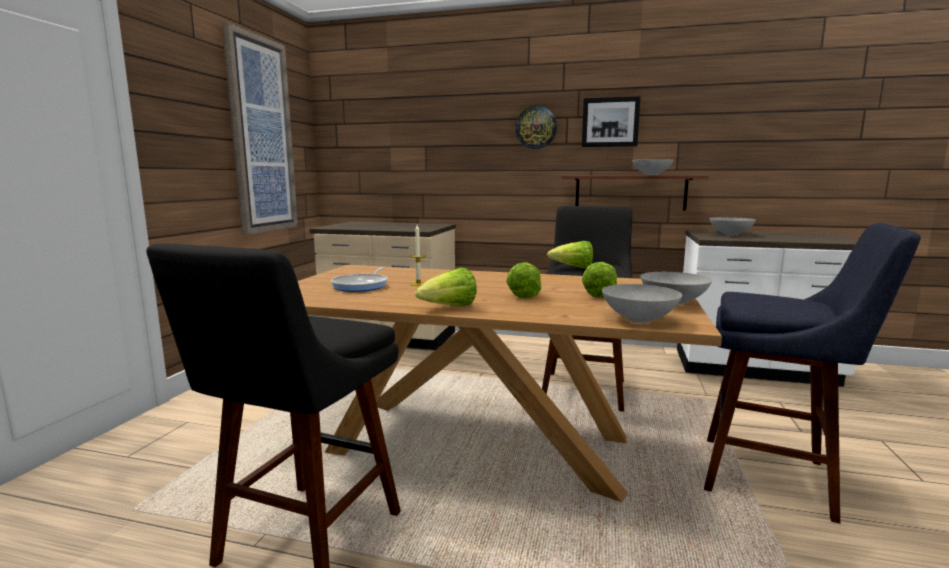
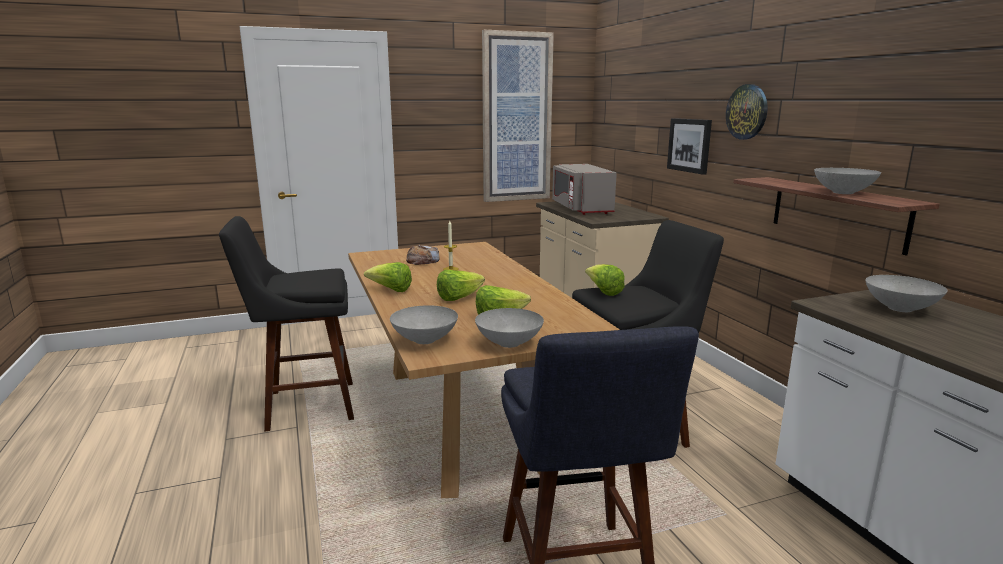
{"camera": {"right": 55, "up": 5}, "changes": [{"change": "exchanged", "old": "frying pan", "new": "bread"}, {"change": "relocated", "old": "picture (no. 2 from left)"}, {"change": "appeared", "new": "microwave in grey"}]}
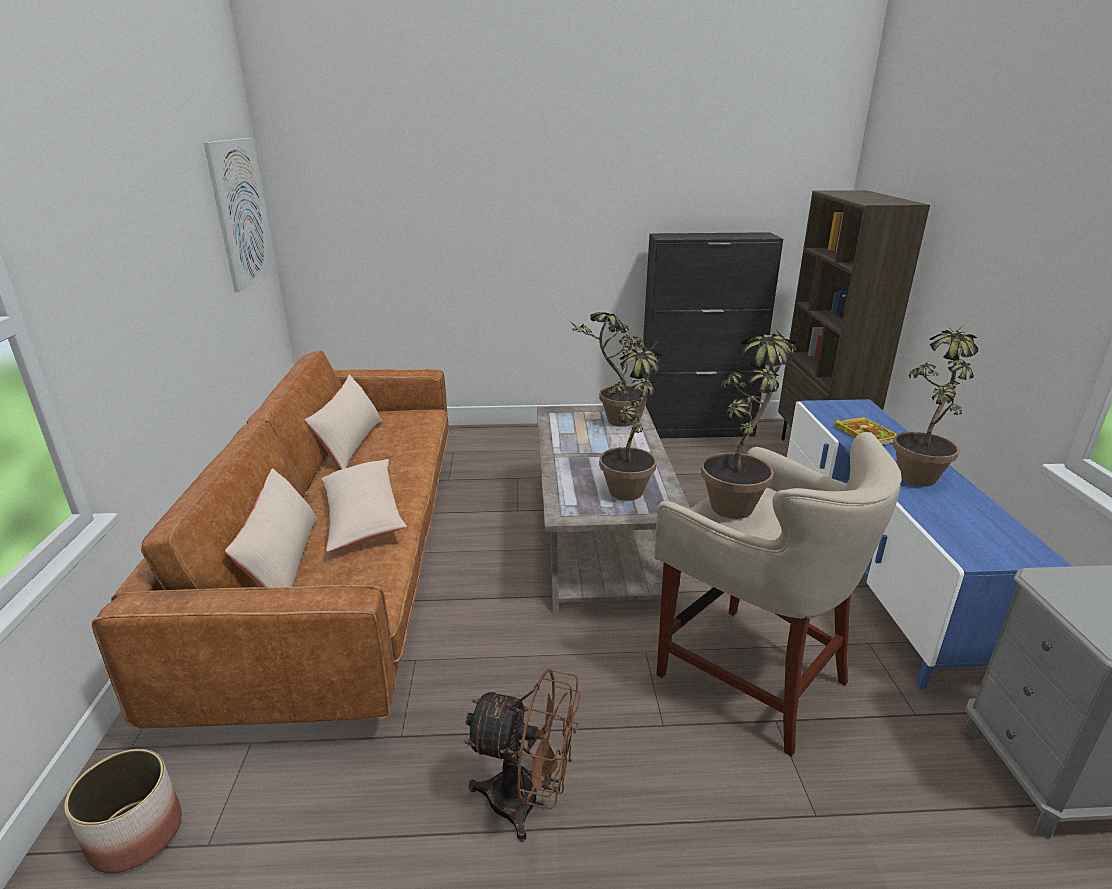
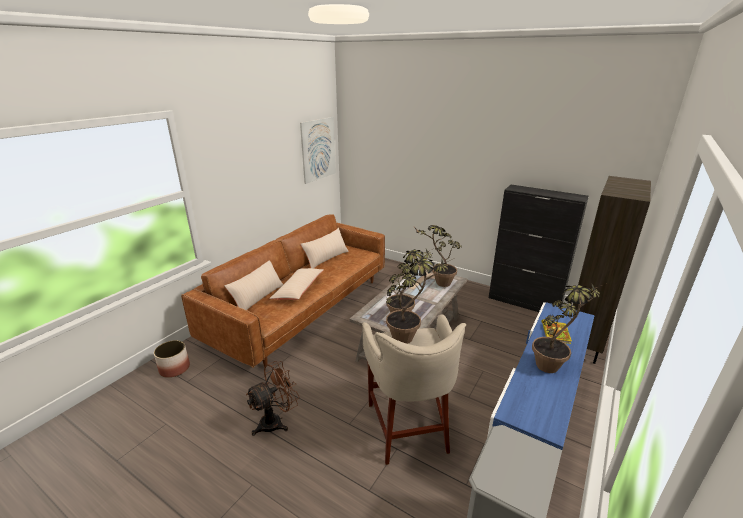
{"camera": {"right": 35, "up": 0}, "changes": [{"change": "spun", "old": "fan in brown", "degrees": -90}]}
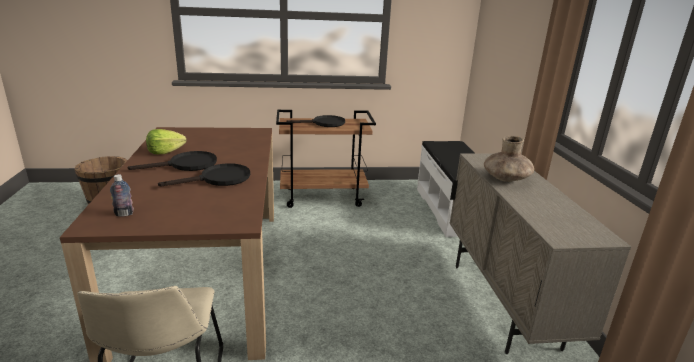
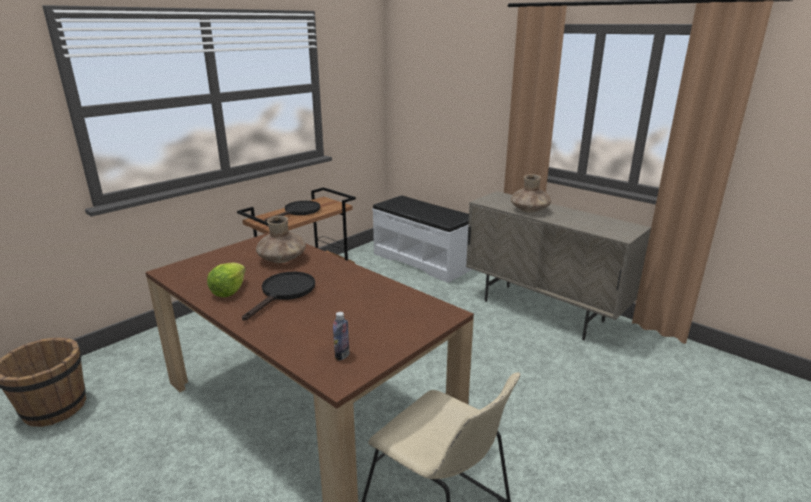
{"camera": {"right": -40, "up": 0}, "changes": [{"change": "missing", "old": "frying pan in black (no. 2 from left)"}, {"change": "appeared", "new": "vase in brown (no. 1 from left)"}]}
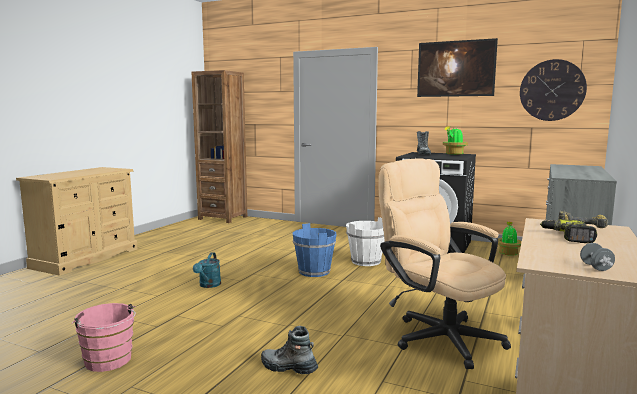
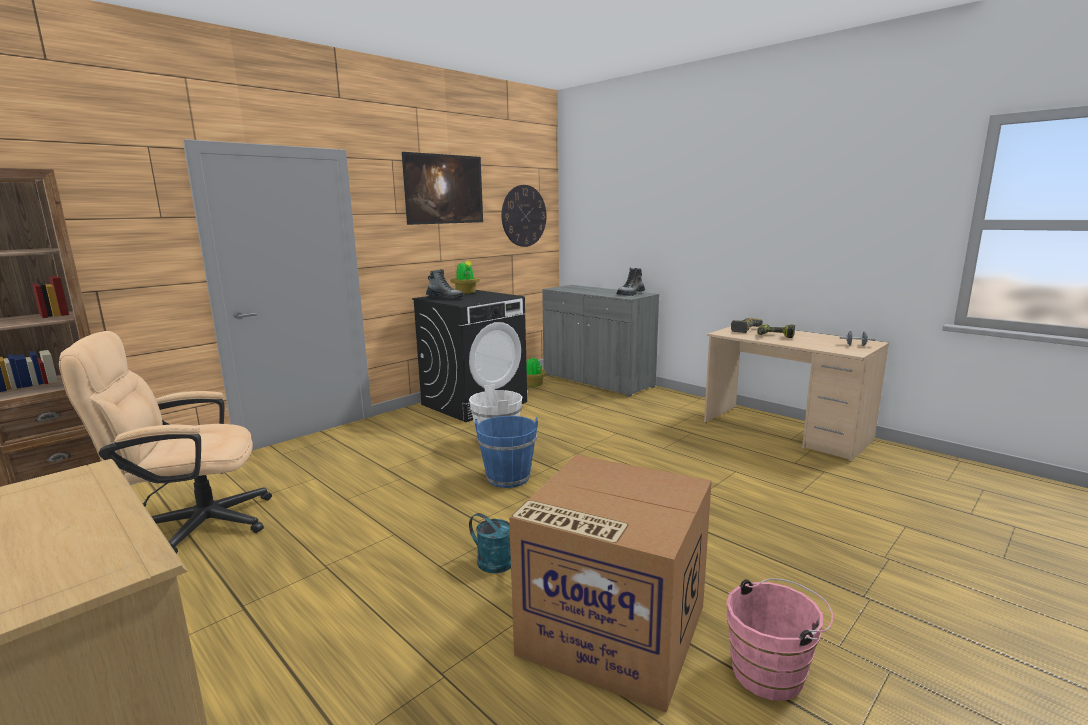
{"camera": {"right": -70, "up": 5}, "changes": [{"change": "relocated", "old": "boot (no. 1 from left in the first image)", "new": "boot (no. 2 from left)"}, {"change": "relocated", "old": "office chair in beige"}, {"change": "appeared", "new": "cardboard box"}]}
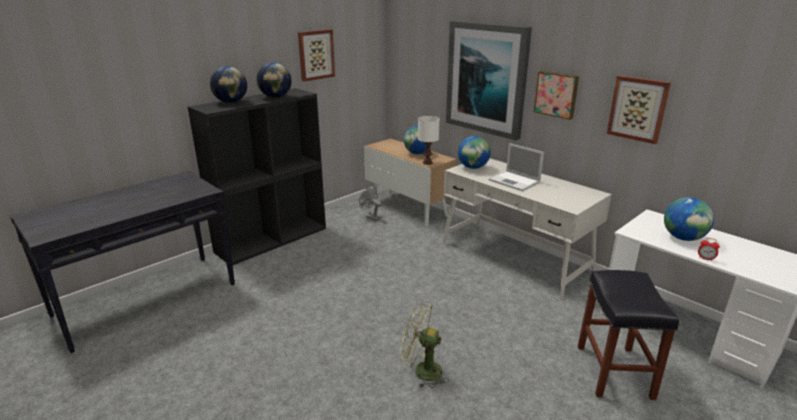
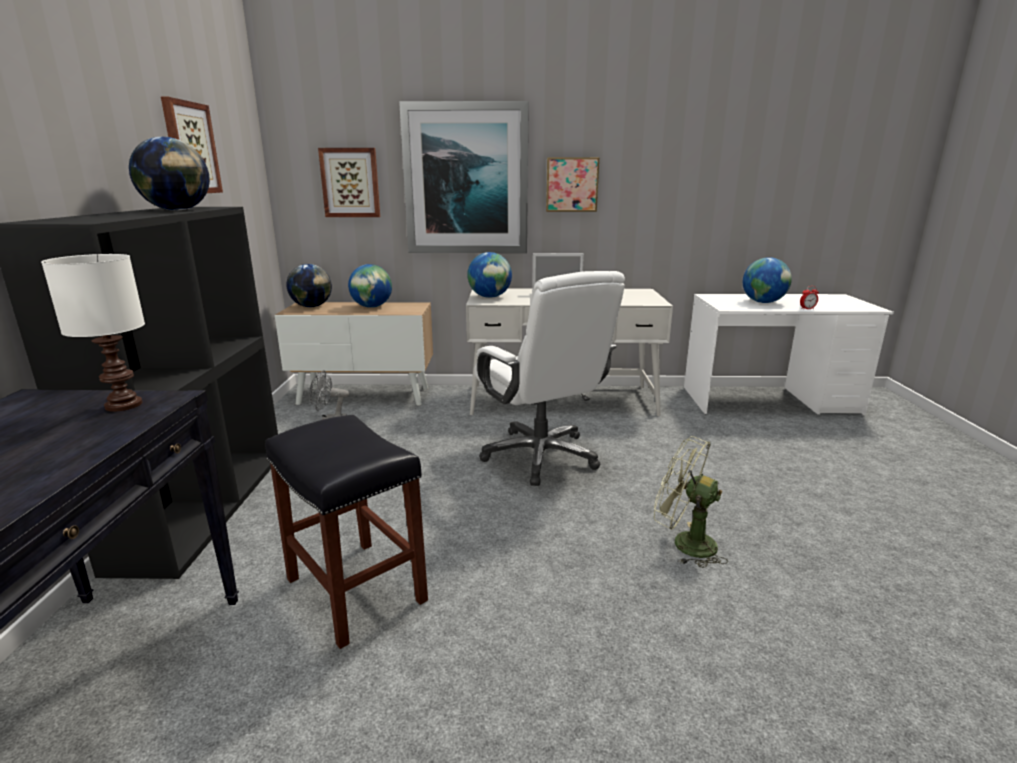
{"camera": {"right": -45, "up": -5}, "changes": [{"change": "relocated", "old": "globe (no. 1 from left in the first image)", "new": "globe (no. 2 from left)"}, {"change": "spun", "old": "fan in green", "degrees": 60}, {"change": "relocated", "old": "table lamp in white"}, {"change": "relocated", "old": "stool in black"}, {"change": "relocated", "old": "picture (no. 4 from left in the first image)", "new": "picture (no. 2 from left)"}, {"change": "appeared", "new": "office chair in white"}]}
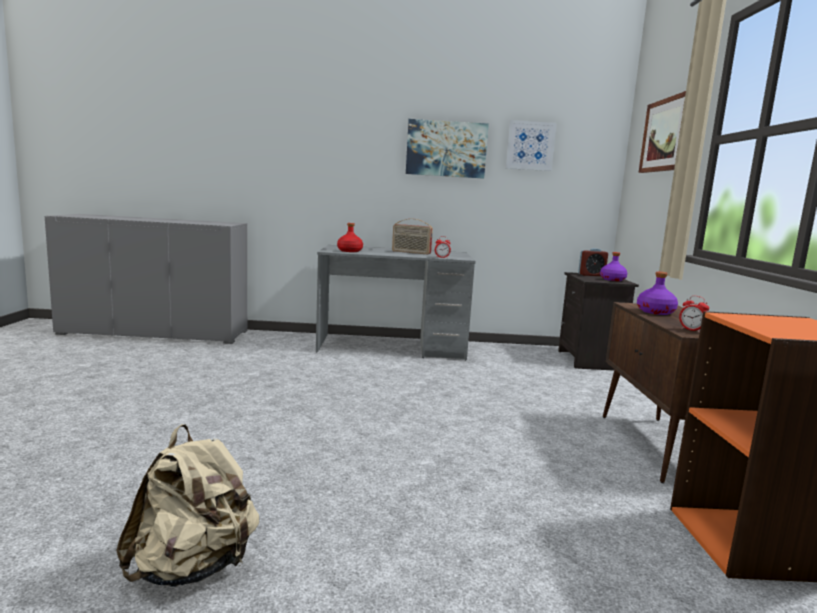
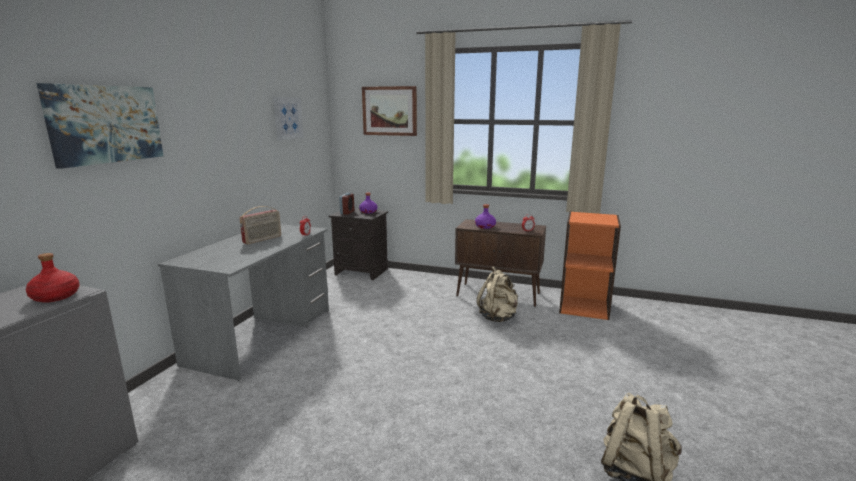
{"camera": {"right": -70, "up": 5}, "changes": [{"change": "relocated", "old": "bottle in red"}, {"change": "relocated", "old": "picture (no. 1 from left)"}, {"change": "appeared", "new": "backpack in beige (no. 1 from left)"}]}
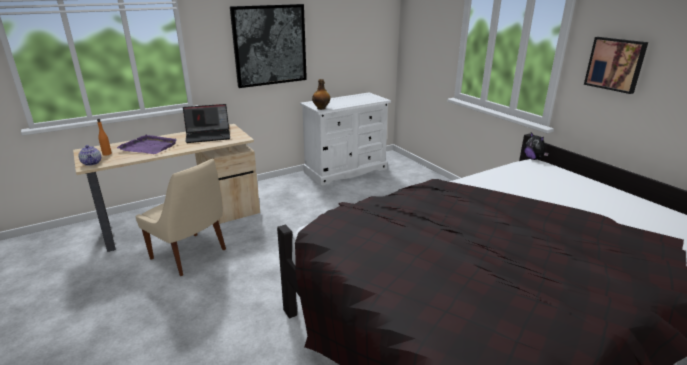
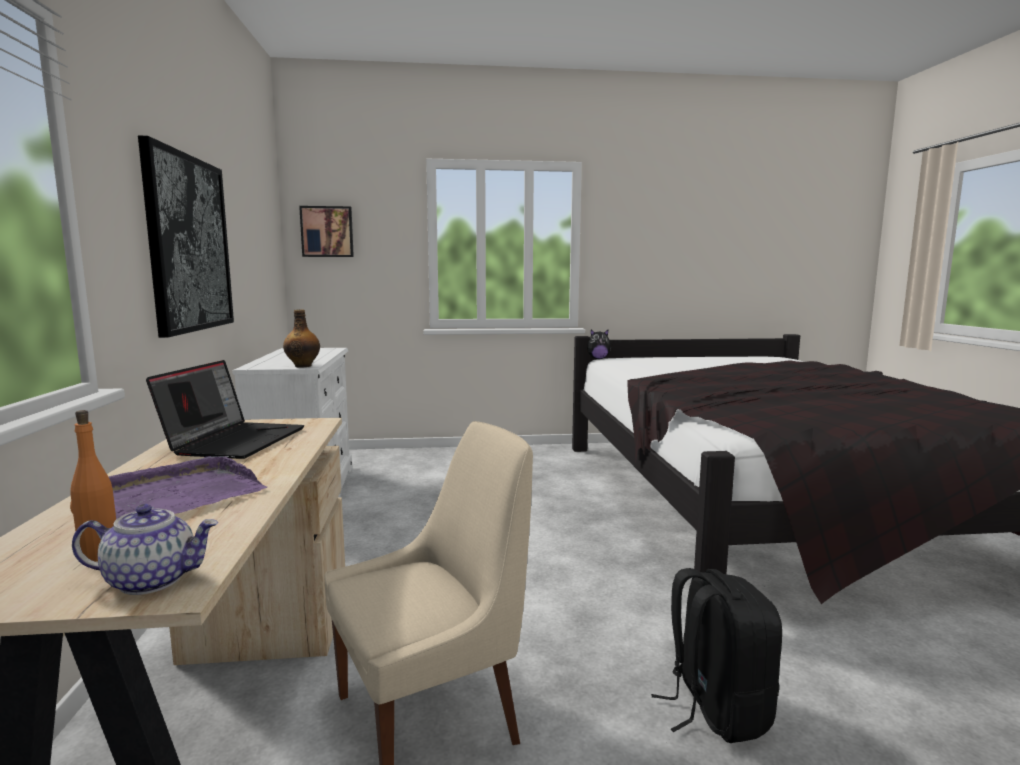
{"camera": {"right": -65, "up": -15}, "changes": [{"change": "relocated", "old": "picture (no. 2 from left)"}, {"change": "appeared", "new": "backpack in black"}]}
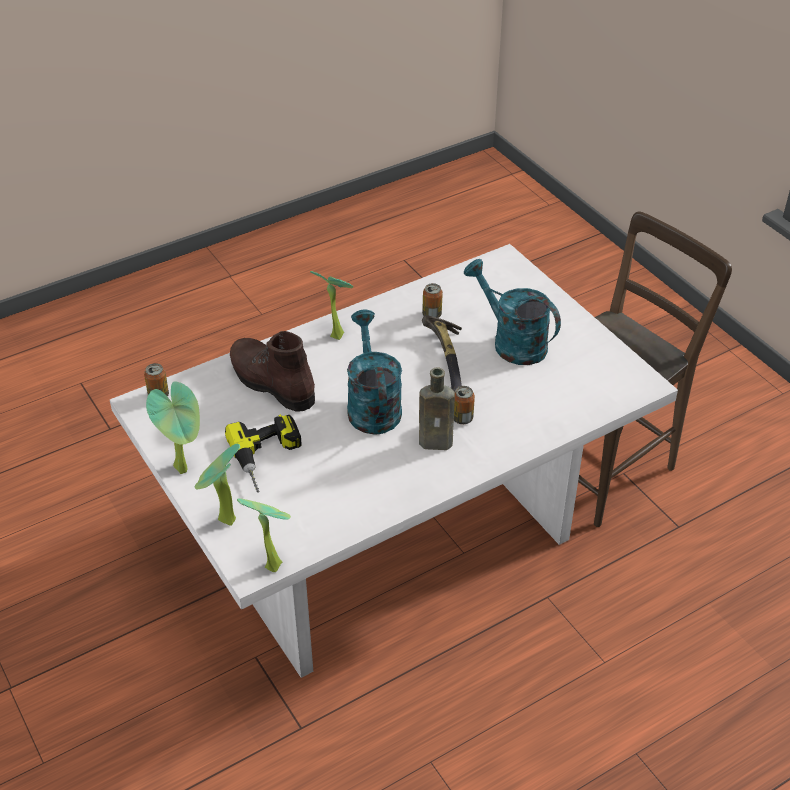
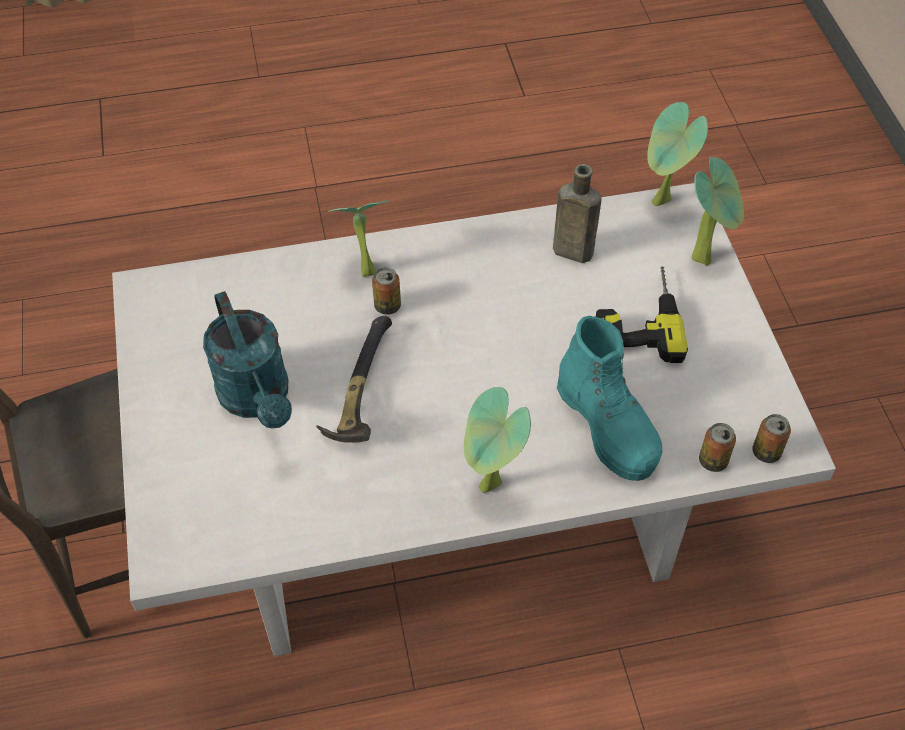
{"camera": {"right": -160, "up": 10}, "changes": [{"change": "relocated", "old": "potted plant (no. 1 from left)"}, {"change": "colour", "old": "boot in brown", "new": "boot in turquoise"}, {"change": "missing", "old": "watering can in turquoise (no. 1 from left)"}, {"change": "relocated", "old": "bottle in brown"}, {"change": "relocated", "old": "can (no. 2 from left)"}]}
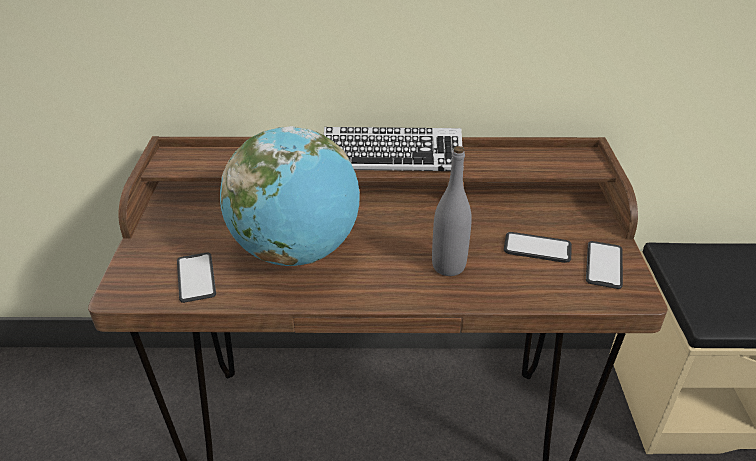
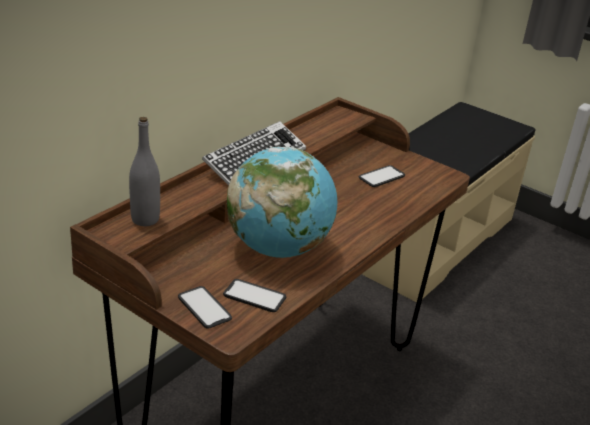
{"camera": {"right": -55, "up": -5}, "changes": [{"change": "relocated", "old": "bottle in grey"}, {"change": "relocated", "old": "phone (no. 3 from left in the first image)", "new": "phone (no. 1 from left)"}]}
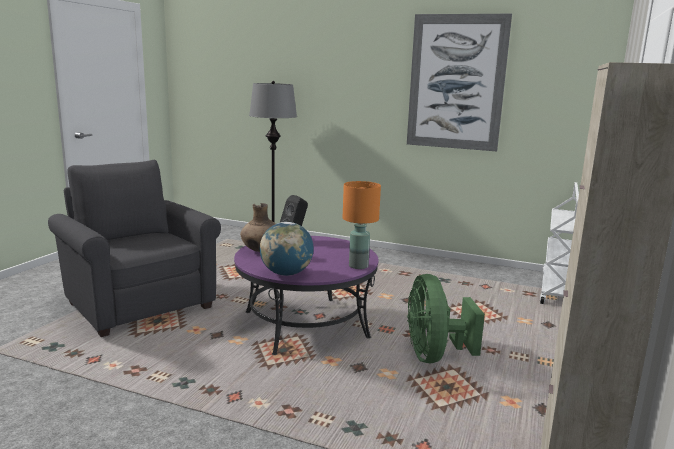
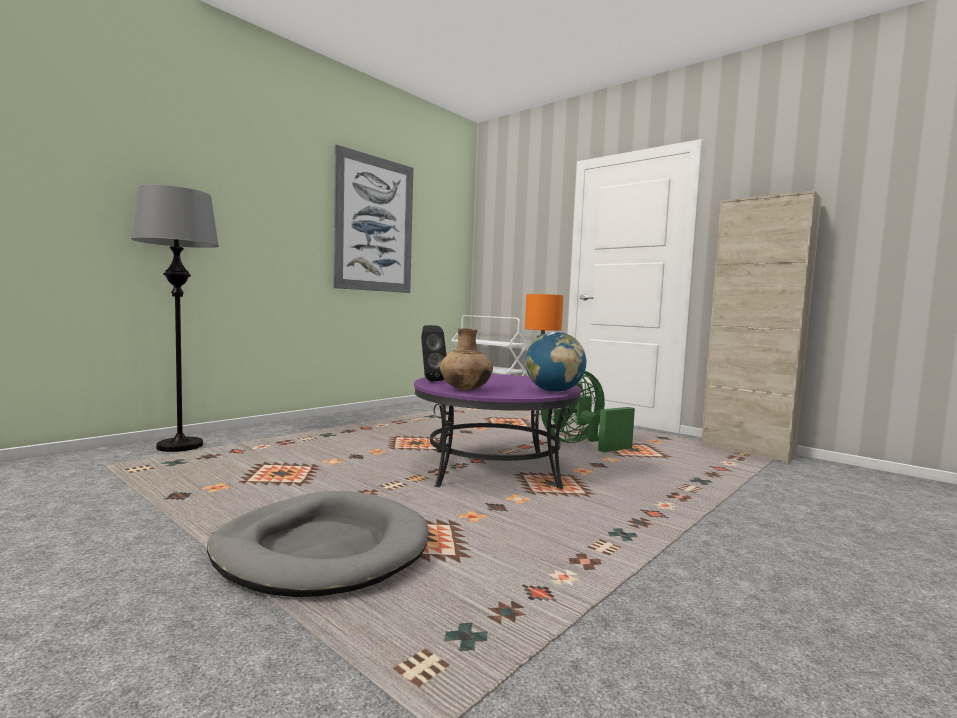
{"camera": {"right": -70, "up": -10}, "changes": [{"change": "exchanged", "old": "armchair in grey", "new": "dog bed in grey"}, {"change": "spun", "old": "fan in green", "degrees": 135}]}
